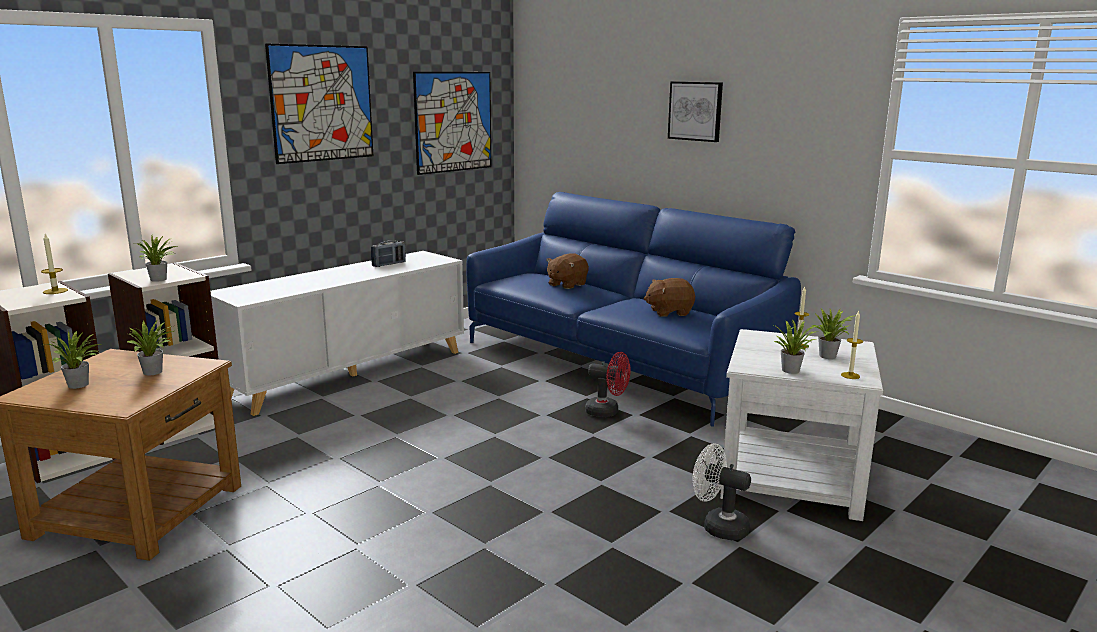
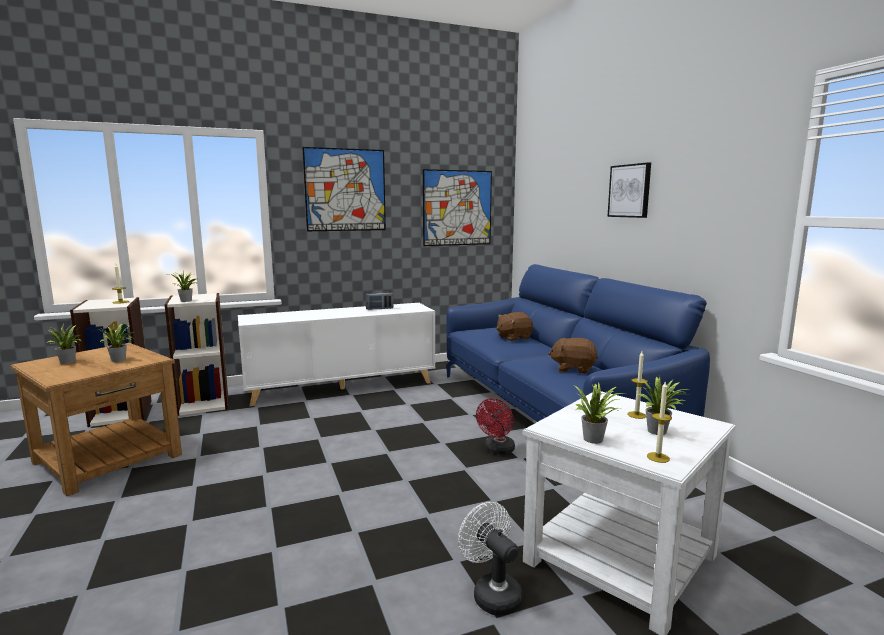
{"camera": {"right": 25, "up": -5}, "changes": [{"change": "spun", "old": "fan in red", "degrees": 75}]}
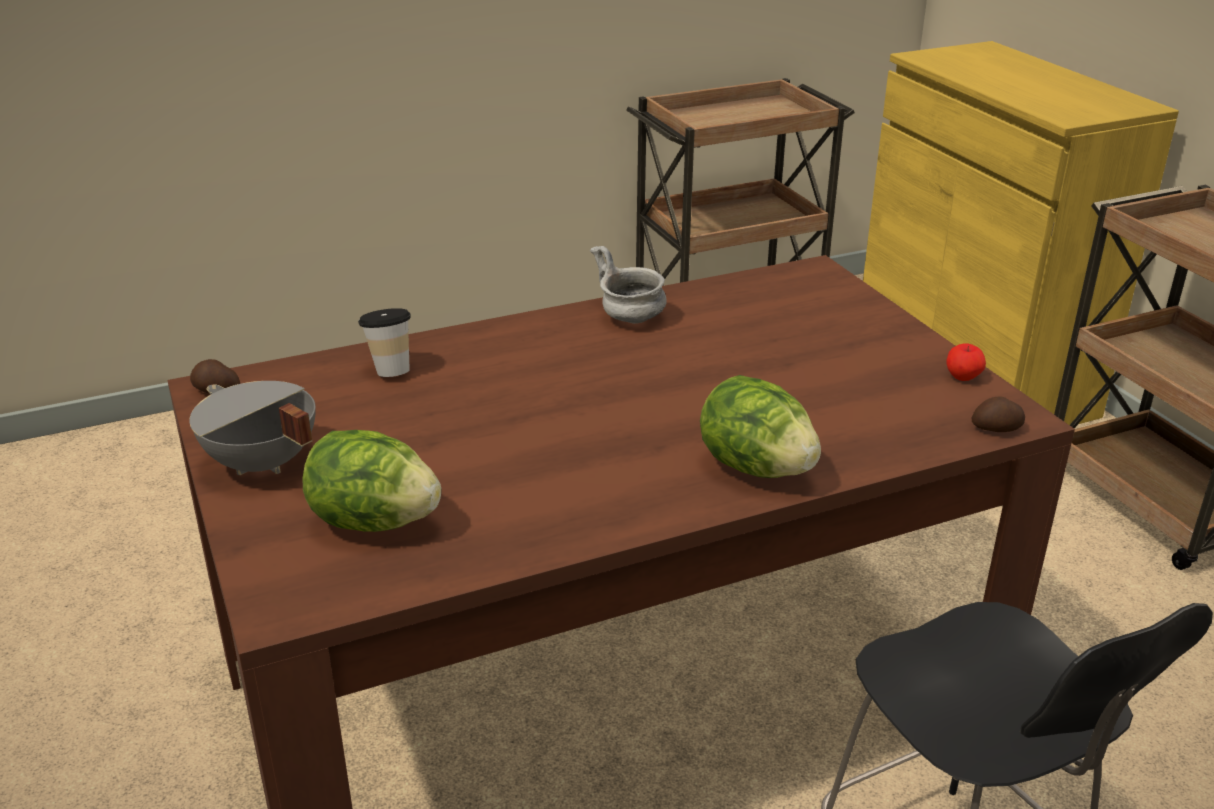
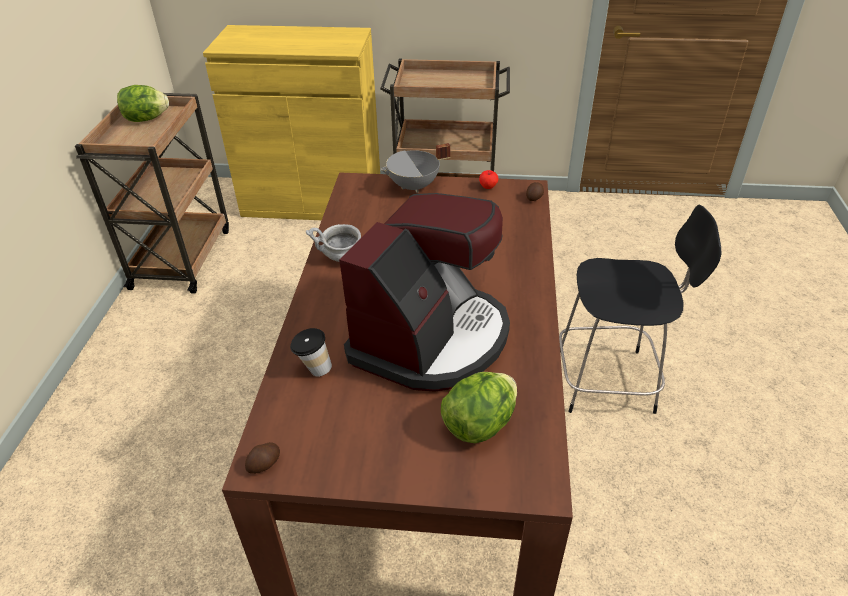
{"camera": {"right": -60, "up": 10}, "changes": [{"change": "relocated", "old": "cooking pot in grey"}, {"change": "relocated", "old": "lettuce (no. 2 from left in the first image)", "new": "lettuce (no. 1 from left)"}, {"change": "appeared", "new": "coffee machine"}]}
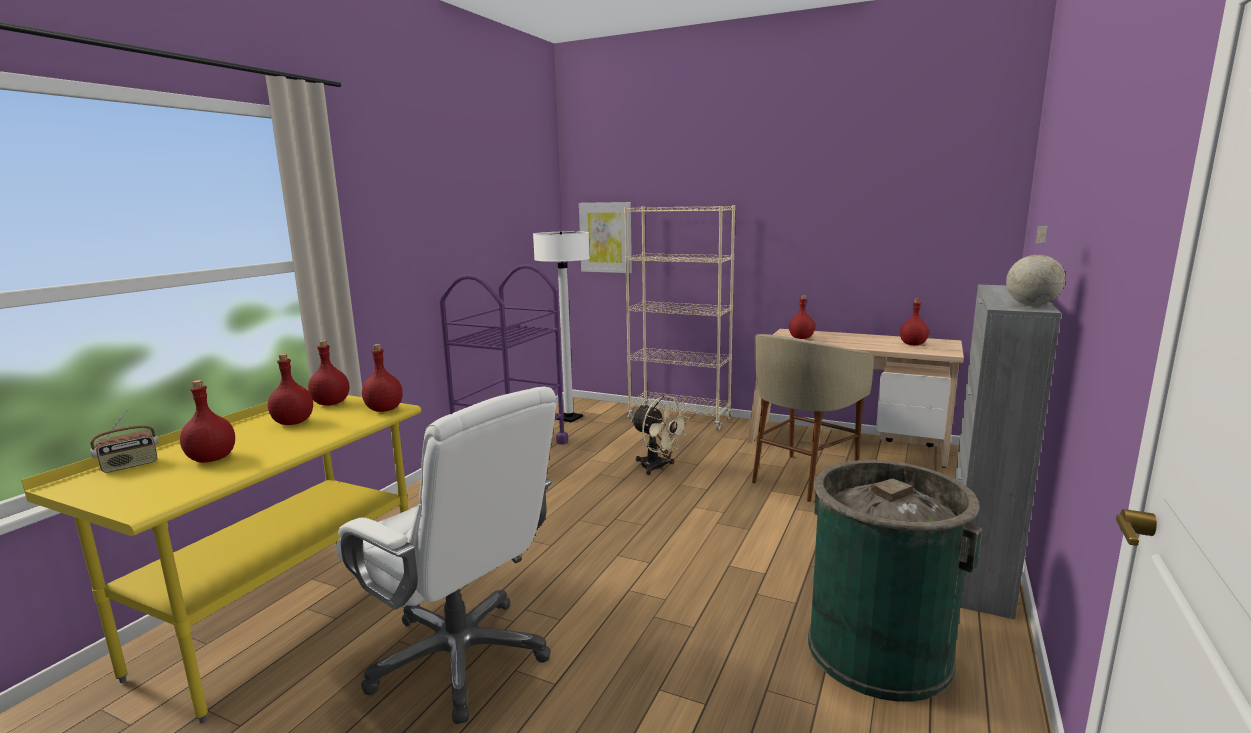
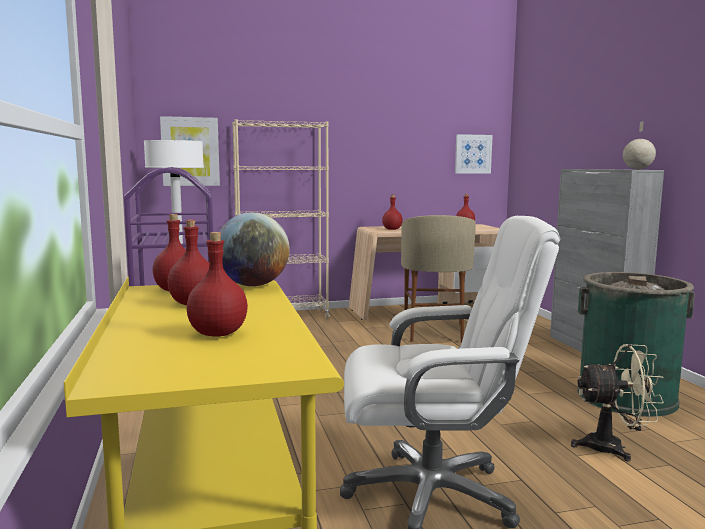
{"camera": {"right": -40, "up": -5}, "changes": [{"change": "missing", "old": "radio"}, {"change": "exchanged", "old": "bottle in red (no. 4 from left)", "new": "globe (no. 1 from left)"}, {"change": "relocated", "old": "fan in beige"}, {"change": "appeared", "new": "picture (no. 2 from left)"}]}
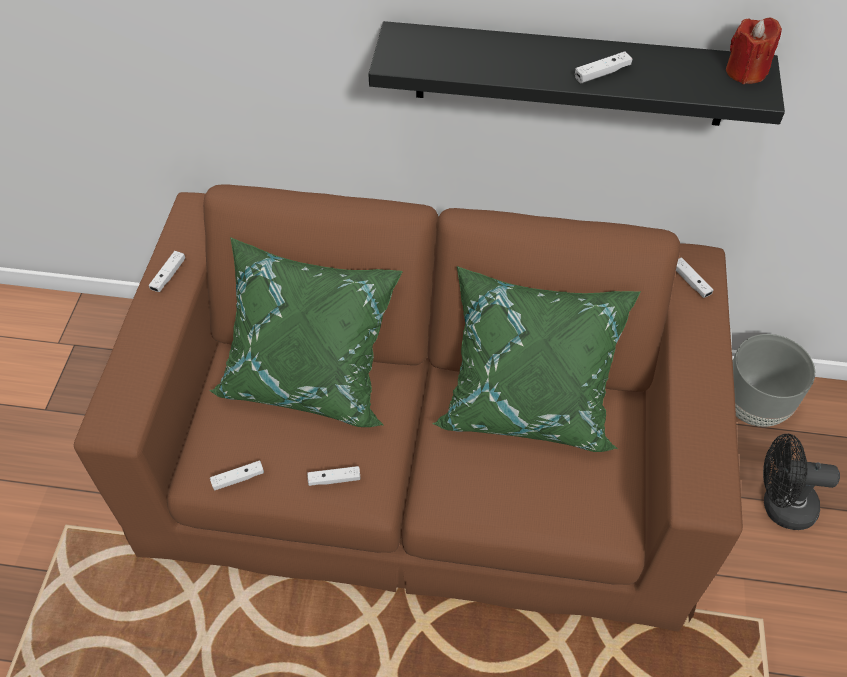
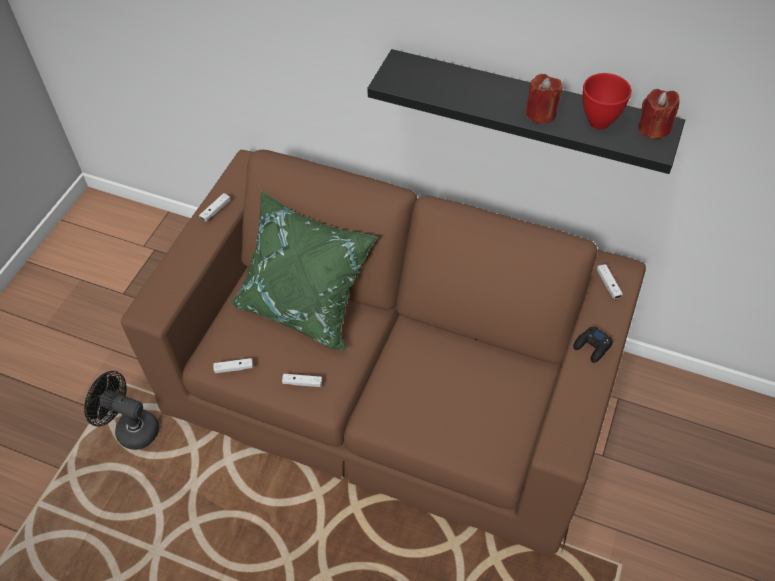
{"camera": {"right": 15, "up": 0}, "changes": [{"change": "missing", "old": "pillow in green (no. 2 from left)"}, {"change": "exchanged", "old": "game controller in white (no. 4 from left)", "new": "candle in red (no. 1 from left)"}, {"change": "missing", "old": "planter in grey"}, {"change": "relocated", "old": "fan in black"}, {"change": "appeared", "new": "game controller in black"}, {"change": "appeared", "new": "bowl in red"}]}
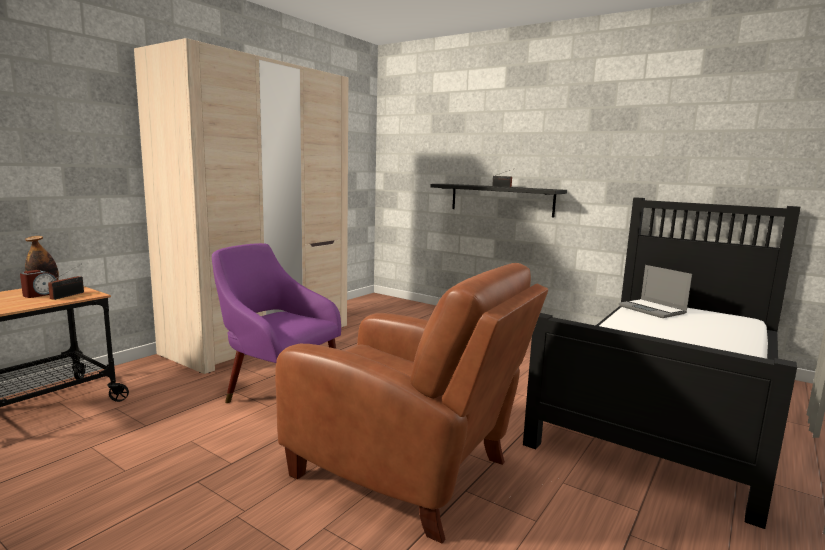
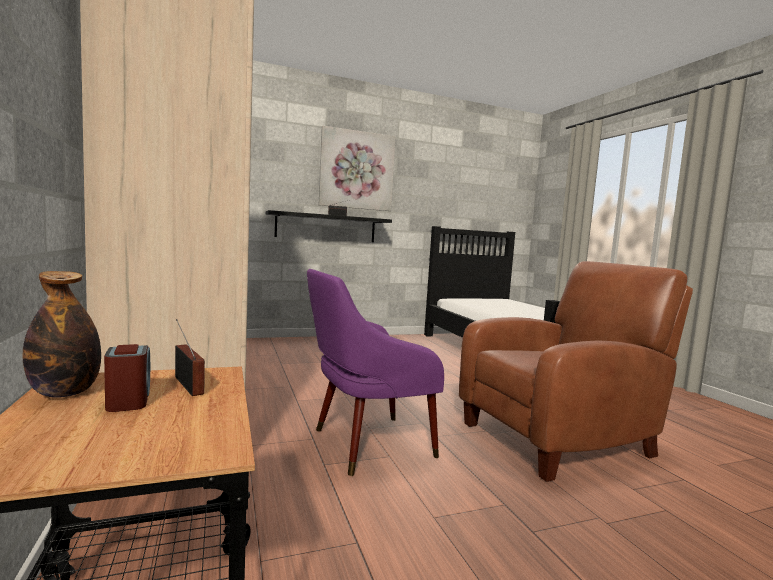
{"camera": {"right": -55, "up": -5}, "changes": [{"change": "missing", "old": "laptop"}, {"change": "appeared", "new": "picture"}]}
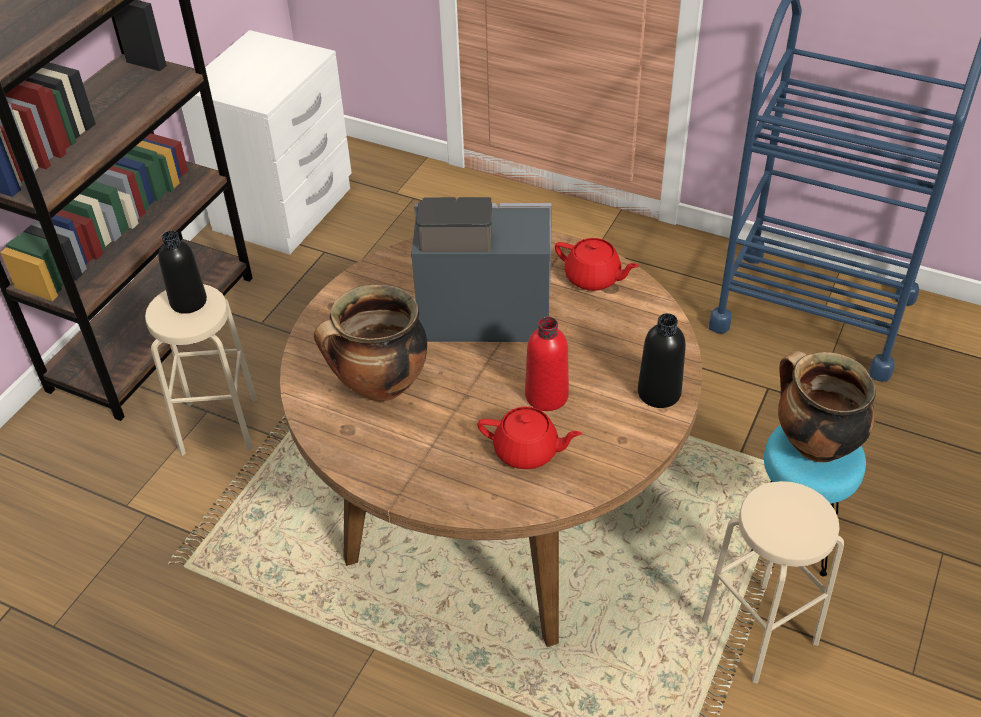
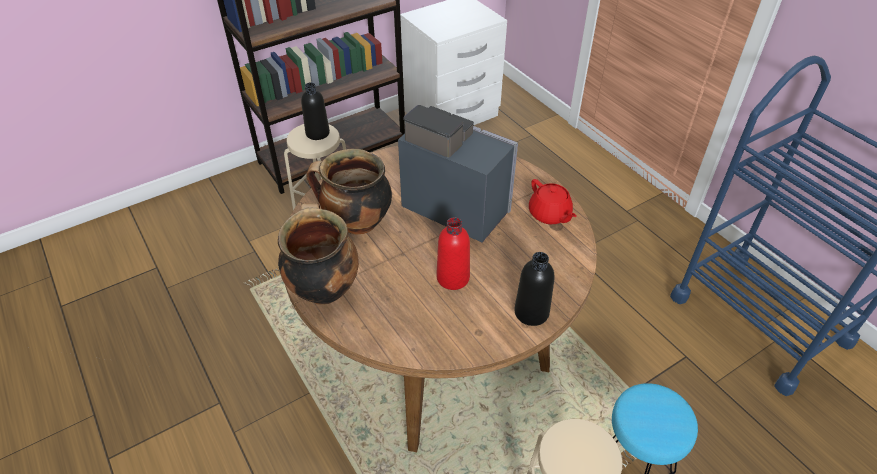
{"camera": {"right": 30, "up": 0}, "changes": [{"change": "missing", "old": "teapot in red (no. 1 from left)"}, {"change": "relocated", "old": "cooking pot (no. 2 from left in the first image)", "new": "cooking pot (no. 1 from left)"}]}
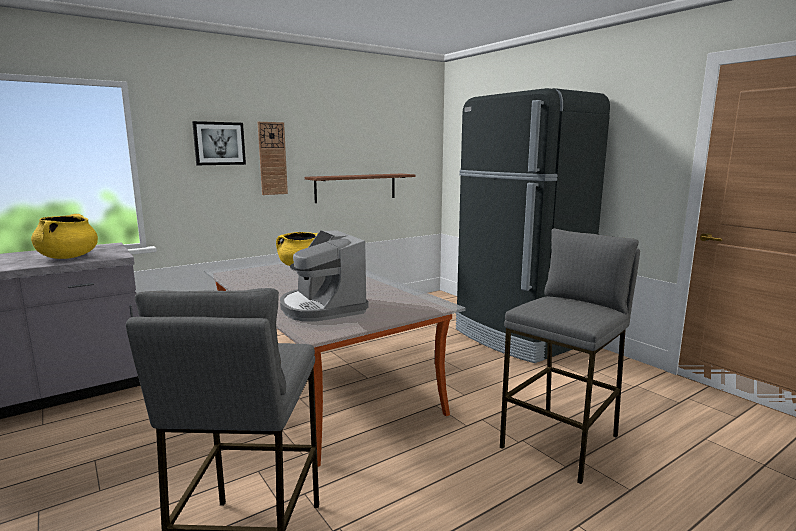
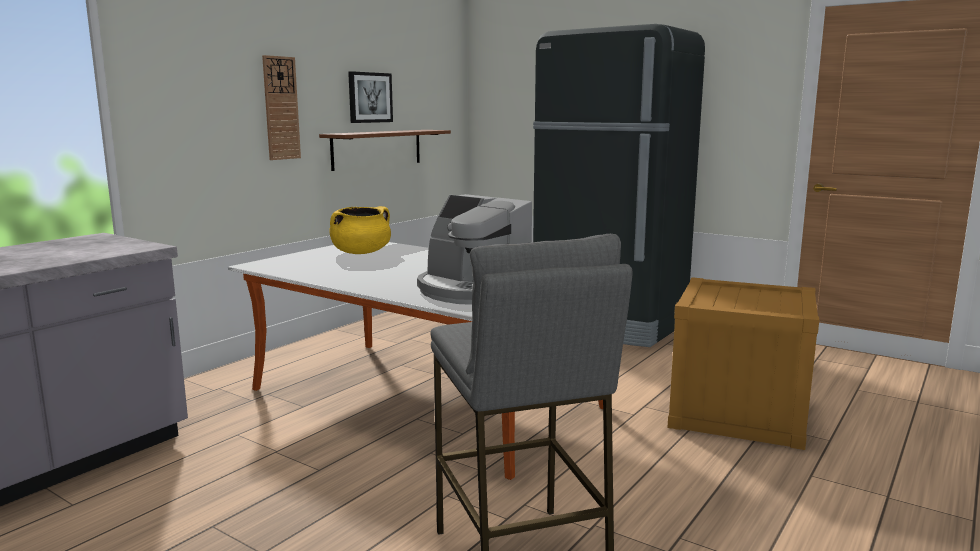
{"camera": {"right": -20, "up": 0}, "changes": [{"change": "missing", "old": "cooking pot in yellow (no. 1 from left)"}, {"change": "relocated", "old": "picture"}, {"change": "exchanged", "old": "stool in grey (no. 2 from left)", "new": "crate"}]}
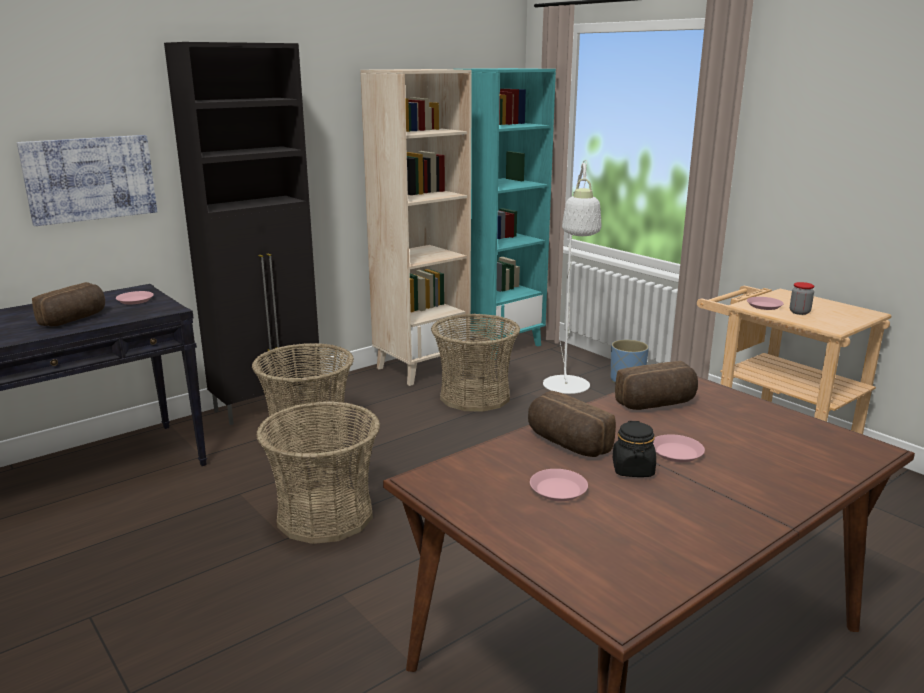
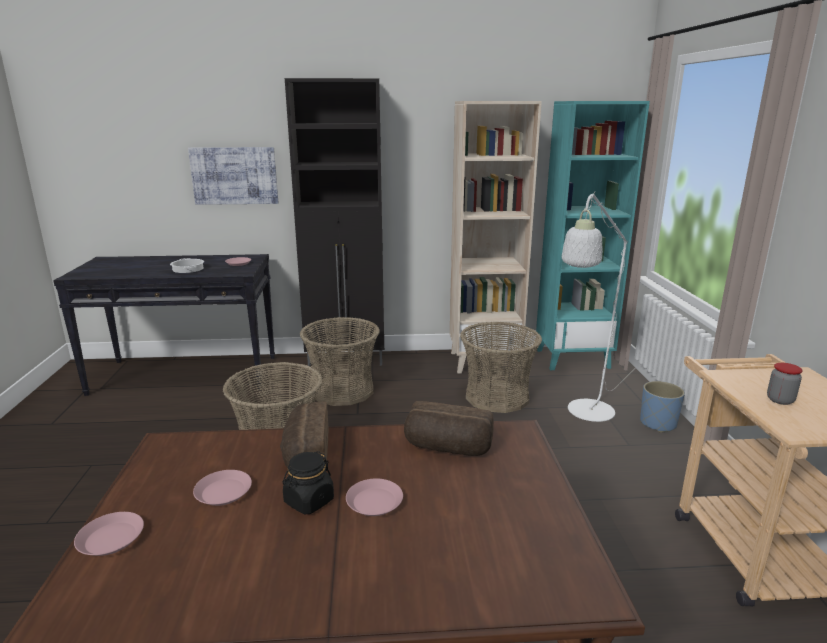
{"camera": {"right": 35, "up": 0}, "changes": [{"change": "exchanged", "old": "bread (no. 1 from left)", "new": "cooking pot"}, {"change": "relocated", "old": "plate in pink (no. 4 from left in the first image)", "new": "plate in pink (no. 1 from left)"}]}
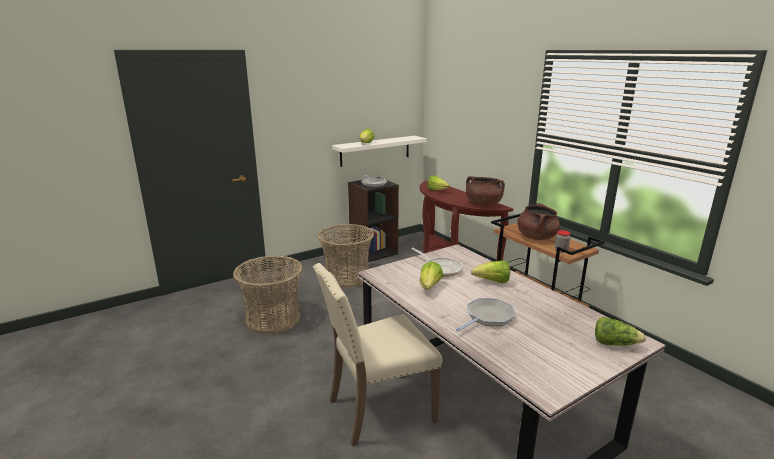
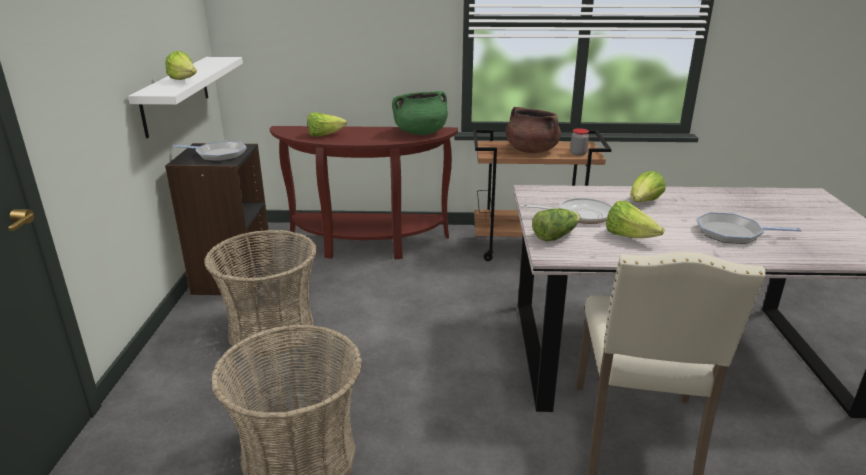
{"camera": {"right": -55, "up": 5}, "changes": [{"change": "spun", "old": "frying pan (no. 3 from left)", "degrees": -75}, {"change": "colour", "old": "cooking pot in brown (no. 1 from left)", "new": "cooking pot in green"}, {"change": "relocated", "old": "lettuce (no. 5 from left in the first image)", "new": "lettuce (no. 3 from left)"}]}
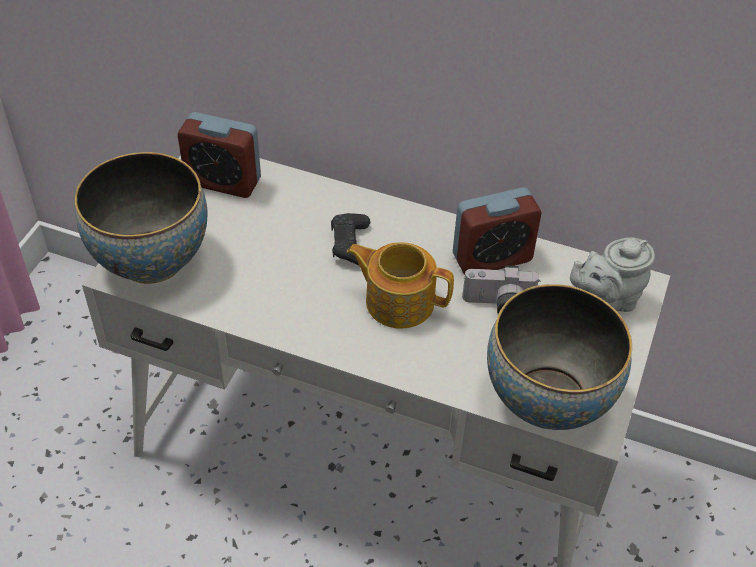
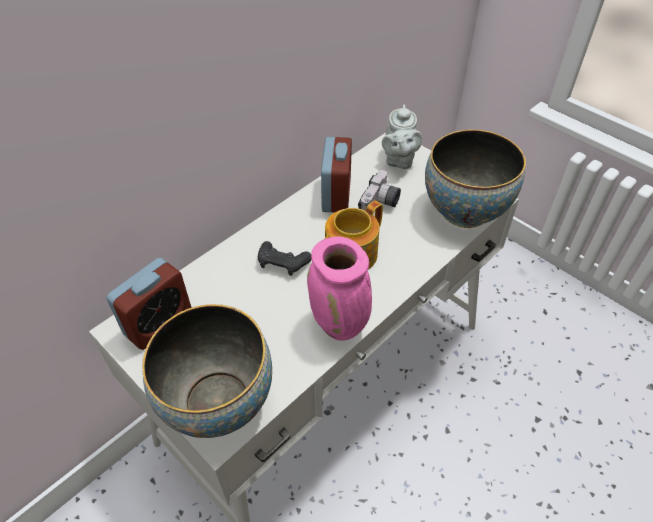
{"camera": {"right": -65, "up": 0}, "changes": [{"change": "appeared", "new": "vase in pink"}]}
